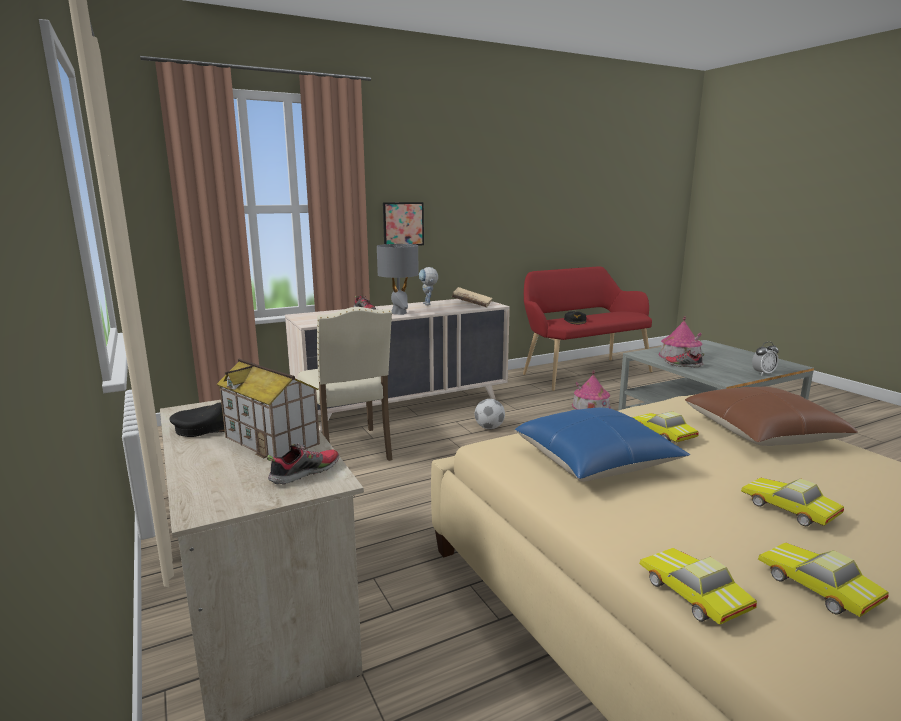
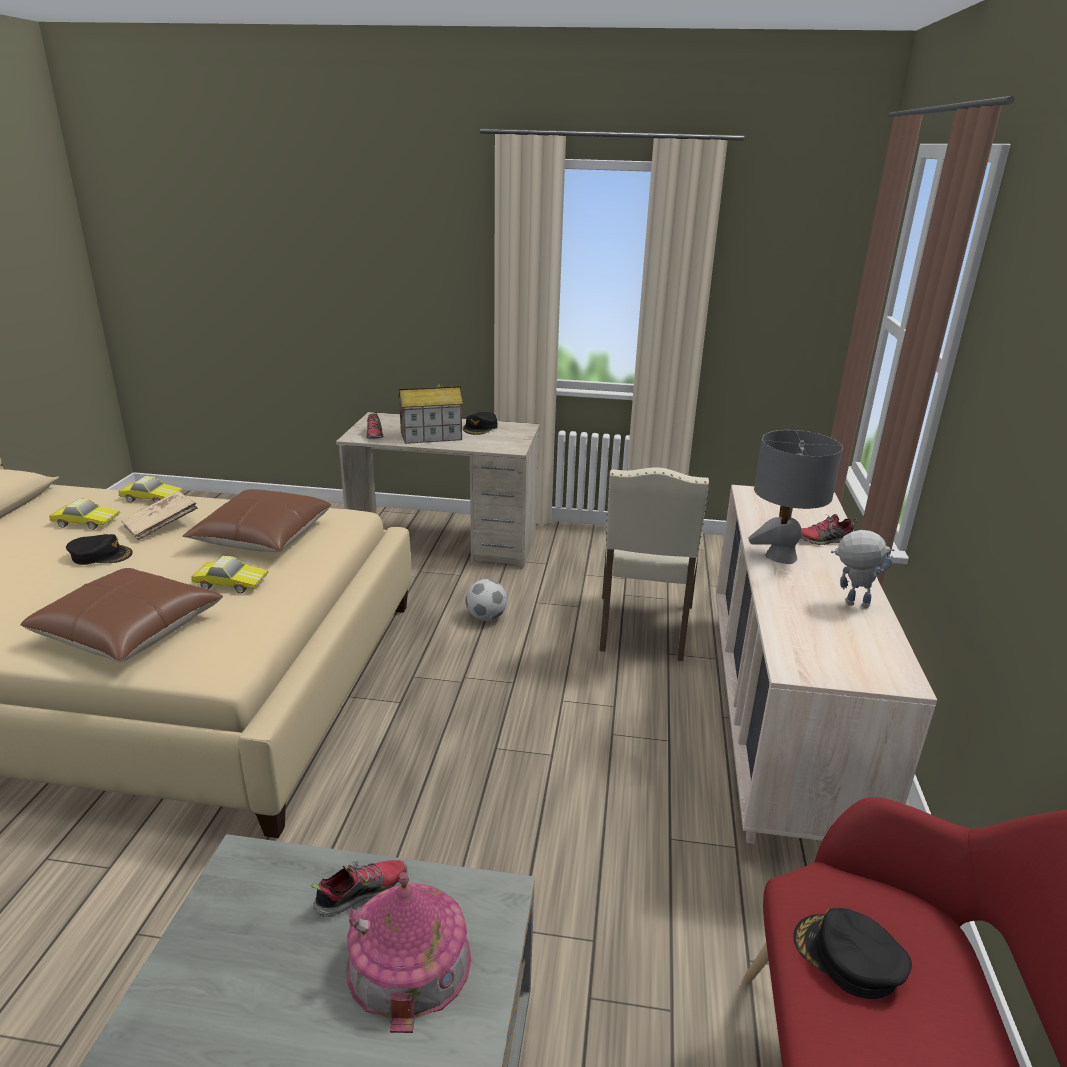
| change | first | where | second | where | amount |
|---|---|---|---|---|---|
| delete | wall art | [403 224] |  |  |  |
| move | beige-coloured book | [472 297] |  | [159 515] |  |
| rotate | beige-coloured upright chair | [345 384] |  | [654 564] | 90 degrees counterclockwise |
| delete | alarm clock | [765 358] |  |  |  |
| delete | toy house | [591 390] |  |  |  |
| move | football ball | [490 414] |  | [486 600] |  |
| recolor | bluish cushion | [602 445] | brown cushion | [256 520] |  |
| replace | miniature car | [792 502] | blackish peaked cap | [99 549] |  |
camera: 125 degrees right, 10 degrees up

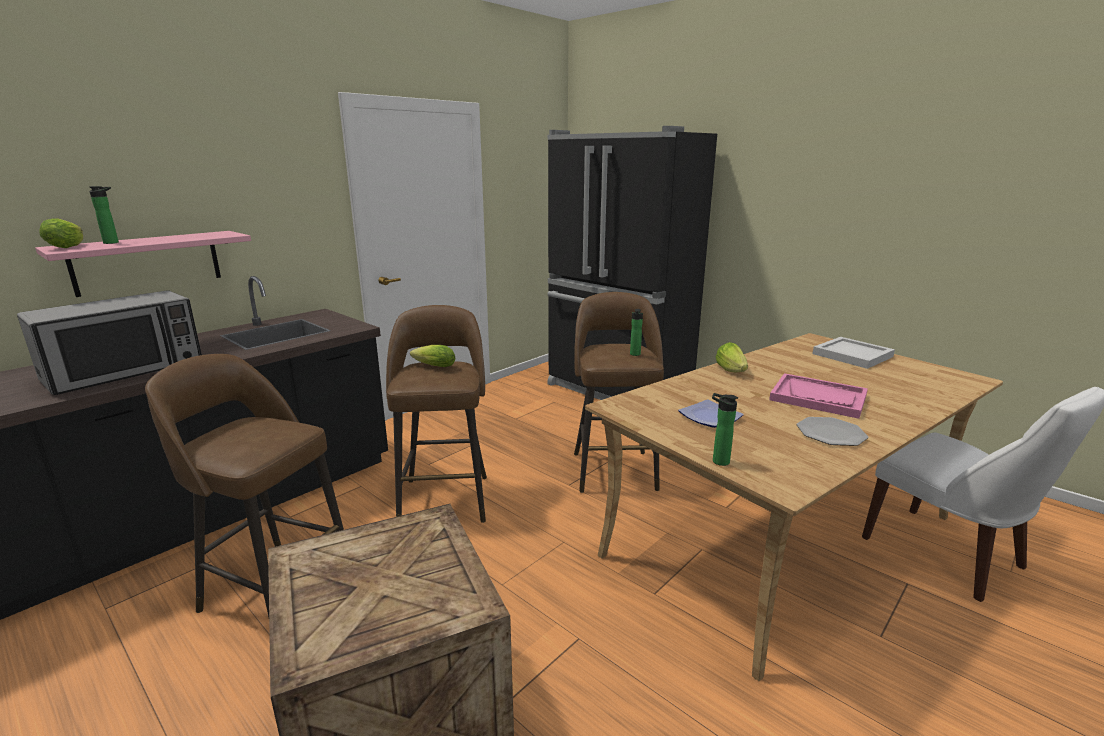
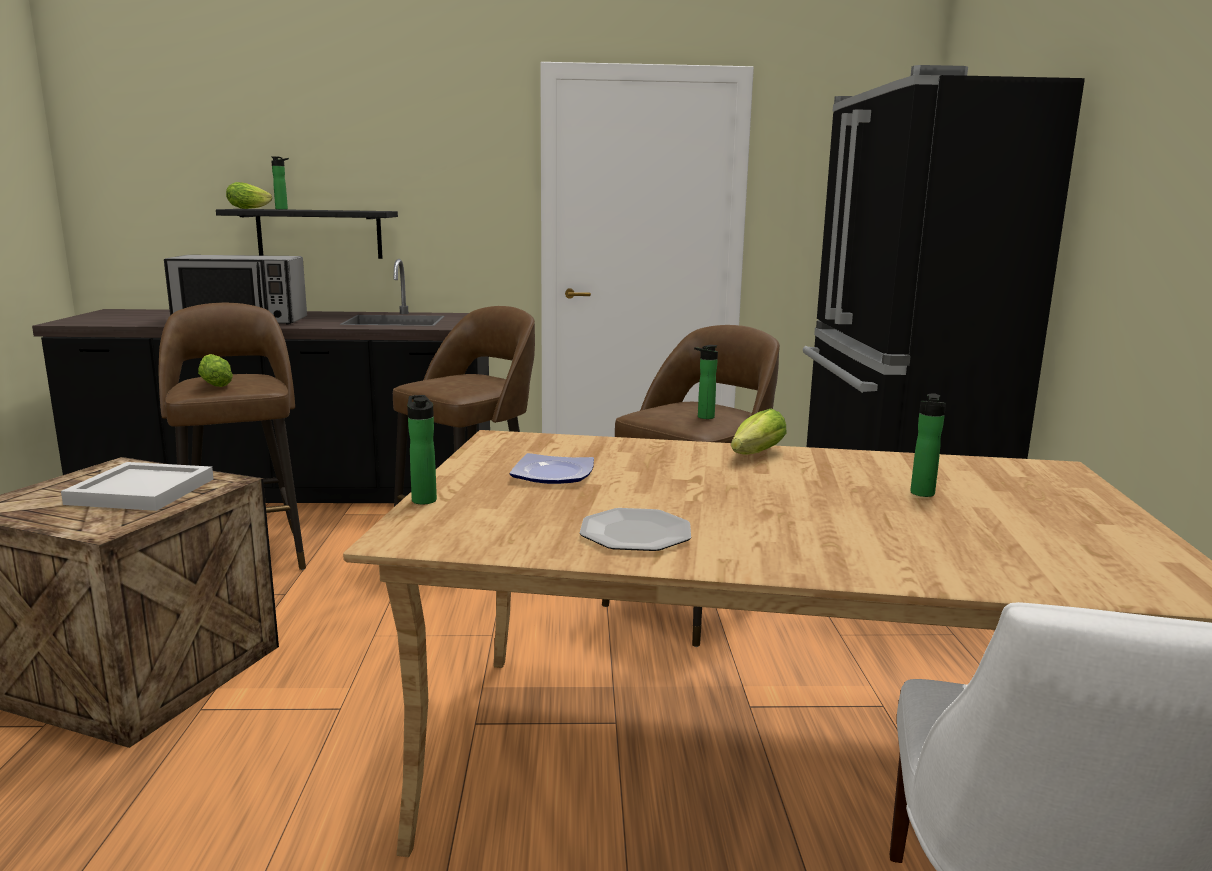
| change | first | where | second | where | amount |
|---|---|---|---|---|---|
| recolor | pinkish bracket shelf | [143 264] | blackish bracket shelf | [307 234] |  |
| move | whitish carrying tray | [854 353] |  | [137 486] |  |
| move | head of lettuce | [432 356] |  | [215 370] |  |
| delete | pinkish carrying tray | [818 396] |  |  |  |
| insert |  |  | drink bottle | [928 445] |  |
camera: 45 degrees right, 5 degrees down

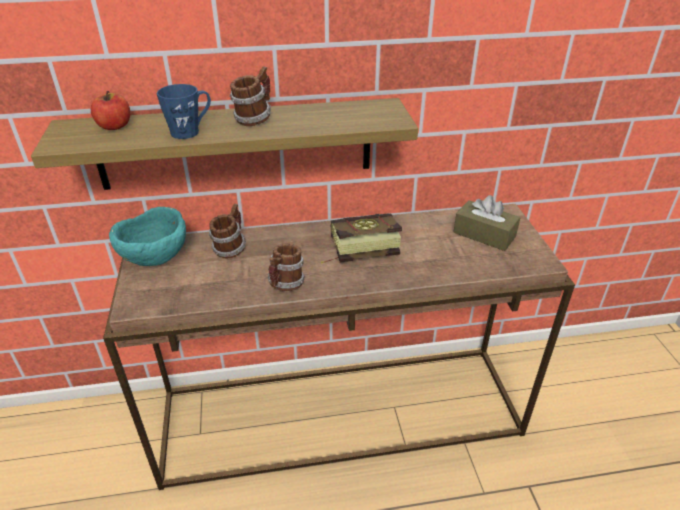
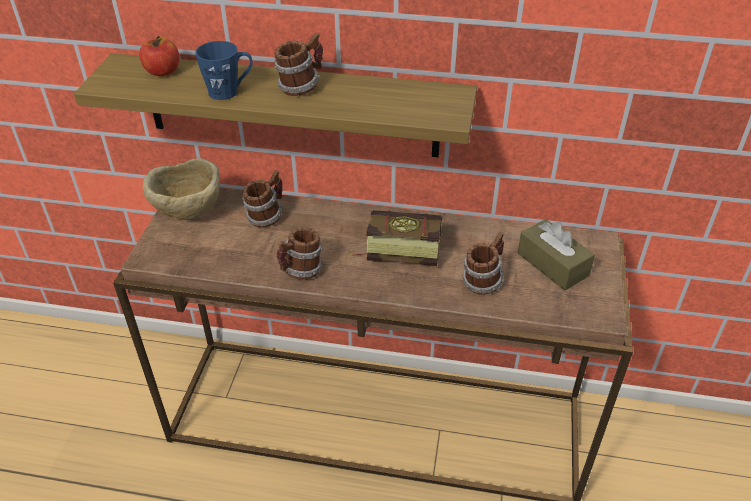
| change | first | where | second | where | amount |
|---|---|---|---|---|---|
| recolor | turquoise-coloured bowl | [147 236] | beige-coloured bowl | [181 189] |  |
| insert |  |  | mug | [483 263] |  |
camera: 20 degrees right, 5 degrees up

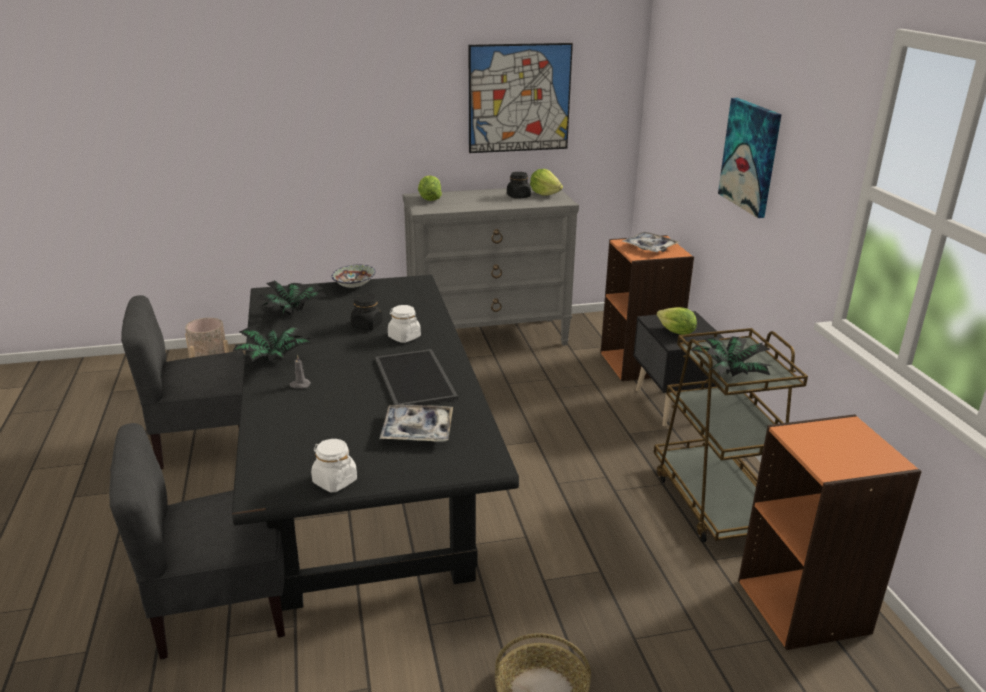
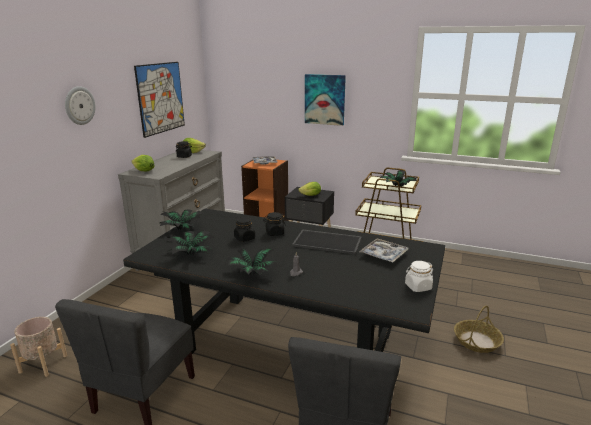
| change | first | where | second | where | amount |
|---|---|---|---|---|---|
| replace | bowl | [353 276] | houseplant | [181 220] |  |
| recolor | whitish preserve jar | [404 324] | blackish preserve jar | [274 224] |  |
| delete | orange shelving unit | [830 532] |  |  |  |
| insert |  |  | clock on the wall | [80 105] |  |
camera: 55 degrees left, 5 degrees down

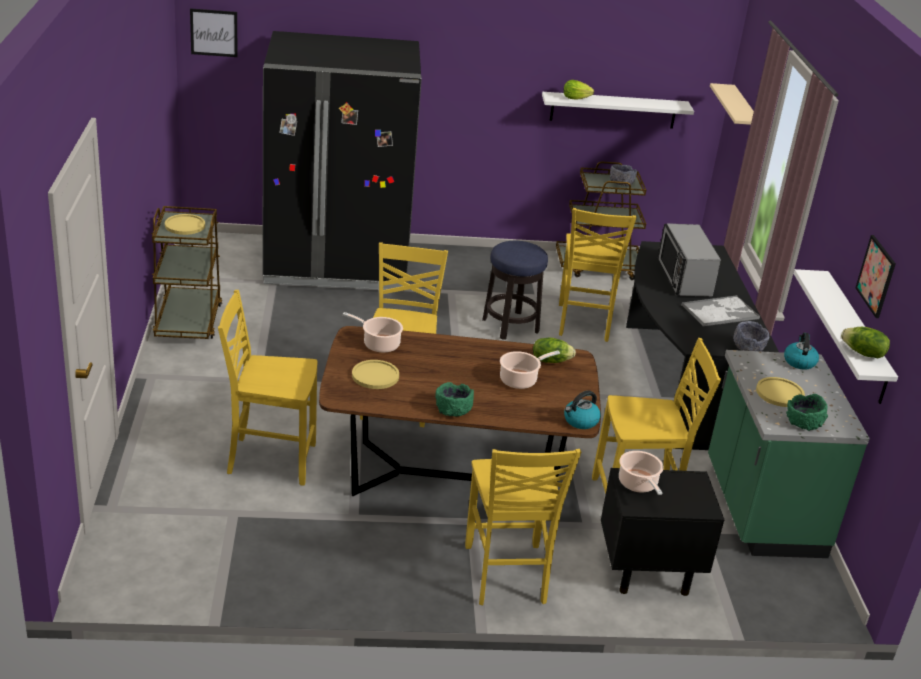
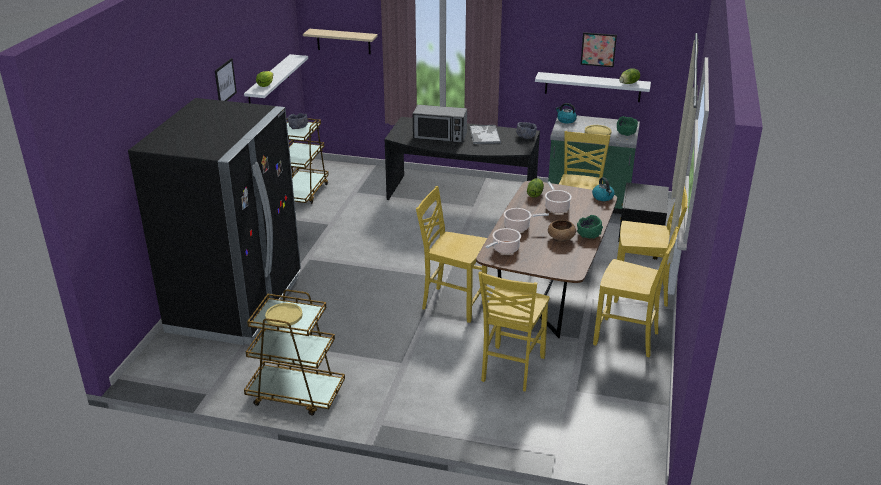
| change | first | where | second | where | amount |
|---|---|---|---|---|---|
| move | wall art | [214 32] |  | [226 79] |  |
| move | yellowish upright chair | [597 275] |  | [636 291] |  |
| delete | stool | [515 290] |  |  |  |
| delete | yellowish plate | [375 374] |  |  |  |
| move | stockpot | [641 473] |  | [526 220] |  |
| insert |  |  | brown bowl | [562 231] |  |
camera: 70 degrees left, 0 degrees up

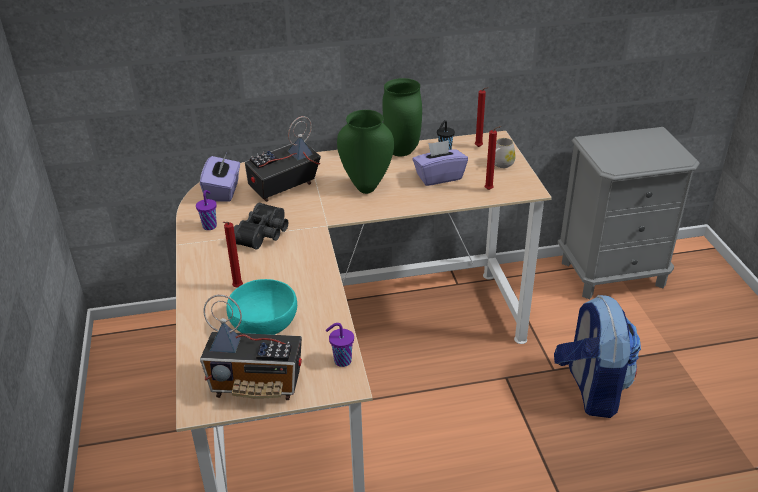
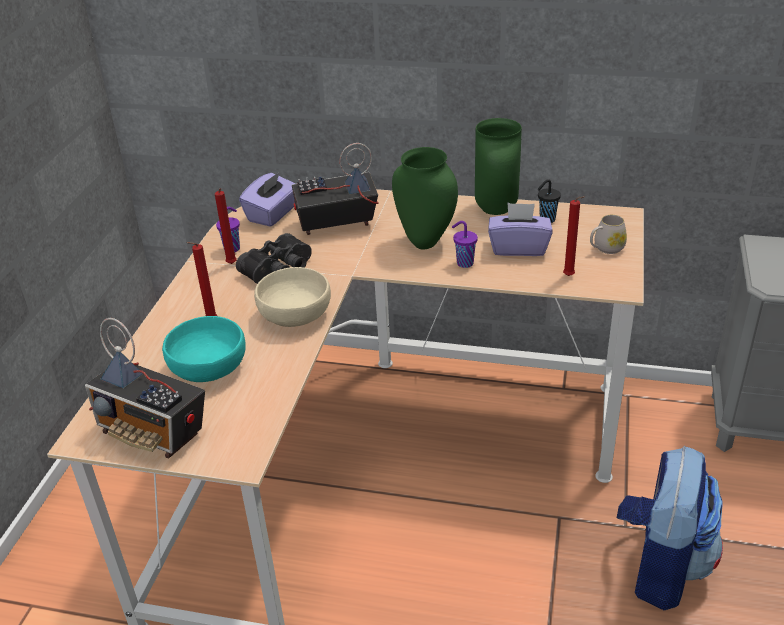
| change | first | where | second | where | amount |
|---|---|---|---|---|---|
| move | red-coloured wax light | [481 117] |  | [226 226] |  |
| move | purple drinking cup | [340 345] |  | [465 244] |  |
| insert |  |  | beige-coloured bowl | [292 297] |  |
camera: 25 degrees right, 0 degrees up

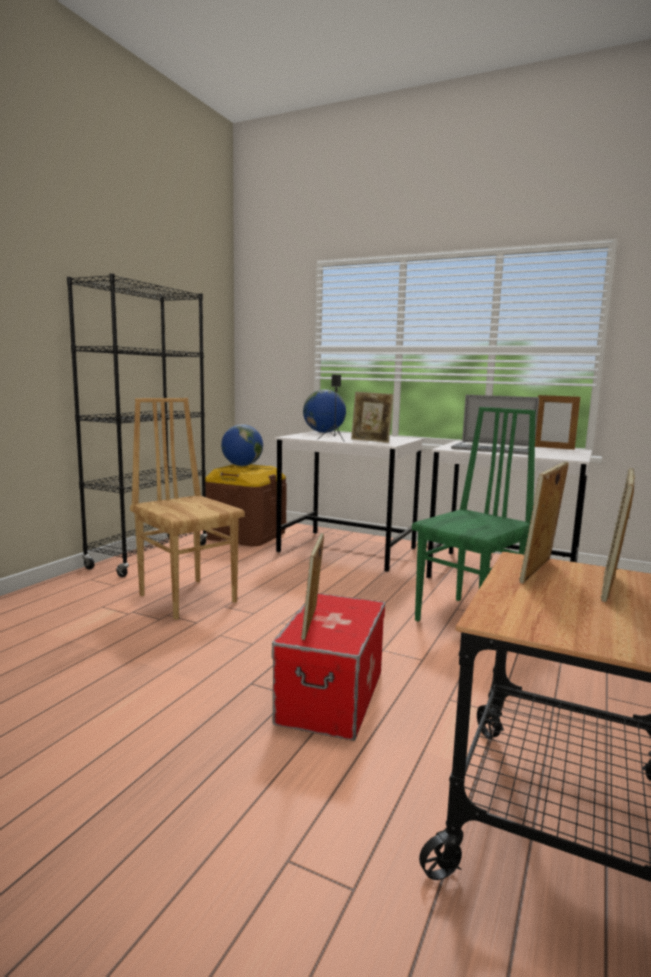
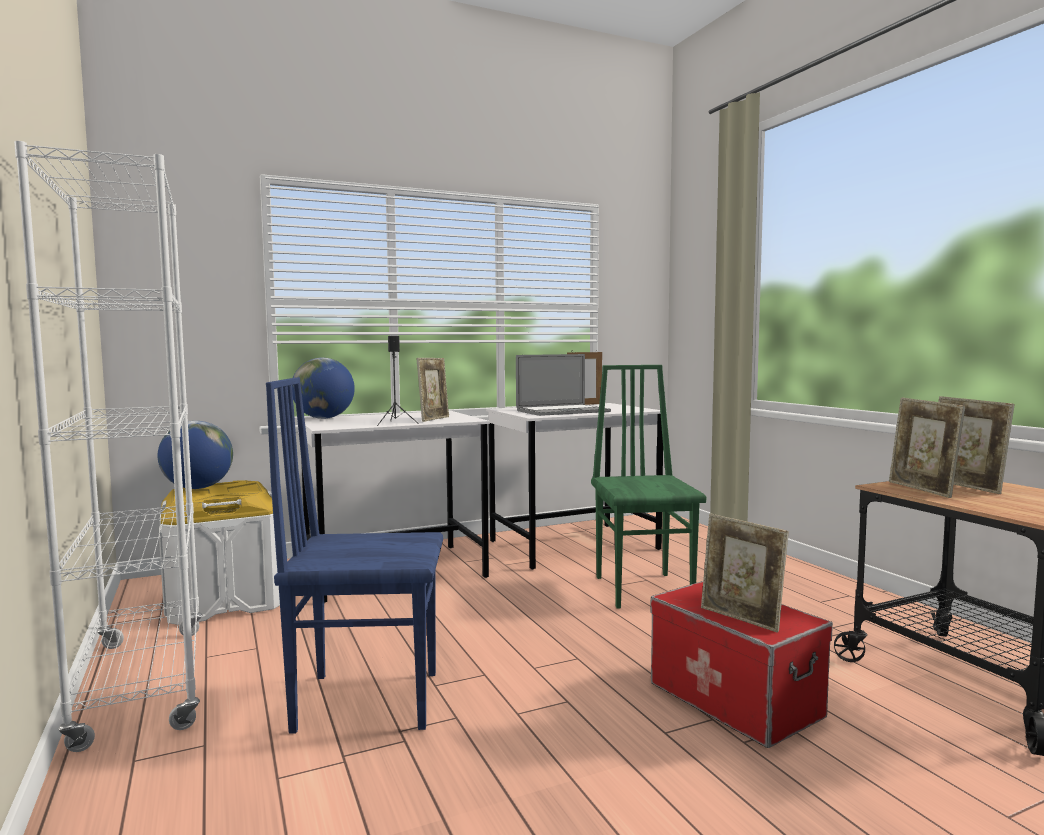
| change | first | where | second | where | amount |
|---|---|---|---|---|---|
| recolor | blackish shelving unit | [137 425] | whitish shelving unit | [108 446] |  |
| rotate | photo frame | [372 417] |  | [433 390] | 45 degrees counterclockwise |
| recolor | brown upright chair | [187 509] | bluish upright chair | [354 555] |  |
| recolor | brown storage bin | [246 505] | whitish storage bin | [219 552] |  |
camera: 50 degrees left, 5 degrees down

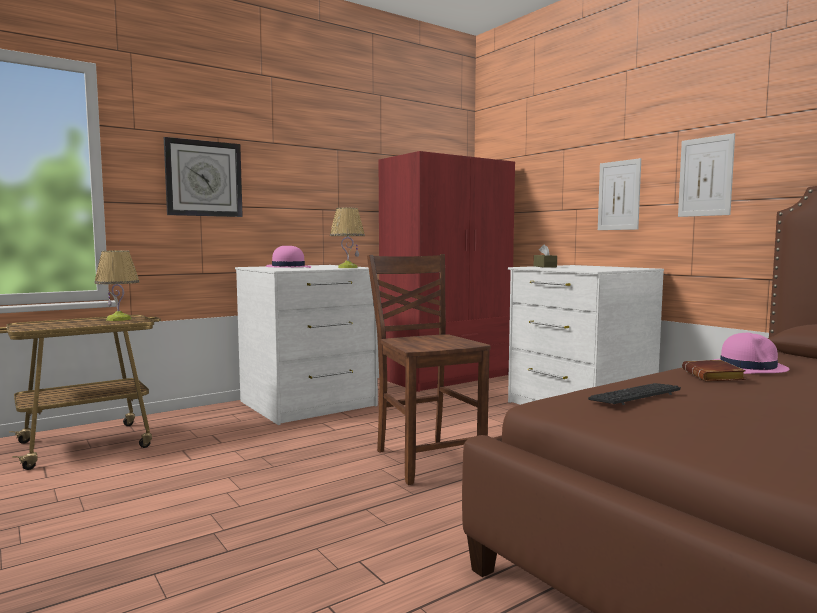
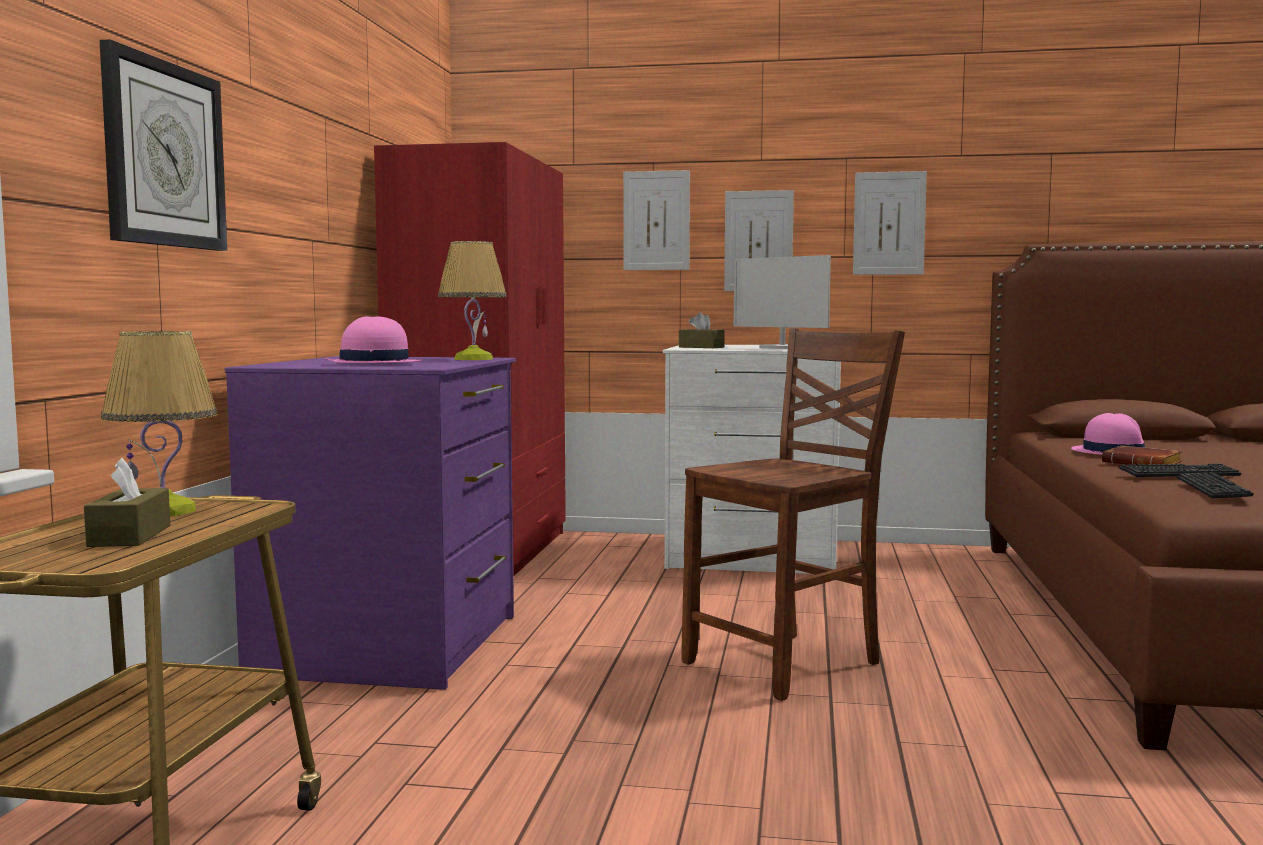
| change | first | where | second | where | amount |
|---|---|---|---|---|---|
| rotate | brown upright chair | [429 369] |  | [793 514] | 120 degrees clockwise |
| recolor | whitish drawer chest | [306 345] | purple drawer chest | [370 523] |  |
| insert |  |  | wall art | [656 220] |  |
| insert |  |  | computer display | [782 302] |  |
| insert |  |  | brown tissue box | [127 502] |  |
| insert |  |  | PC keyboard | [1180 470] |  |
camera: 45 degrees left, 0 degrees up

